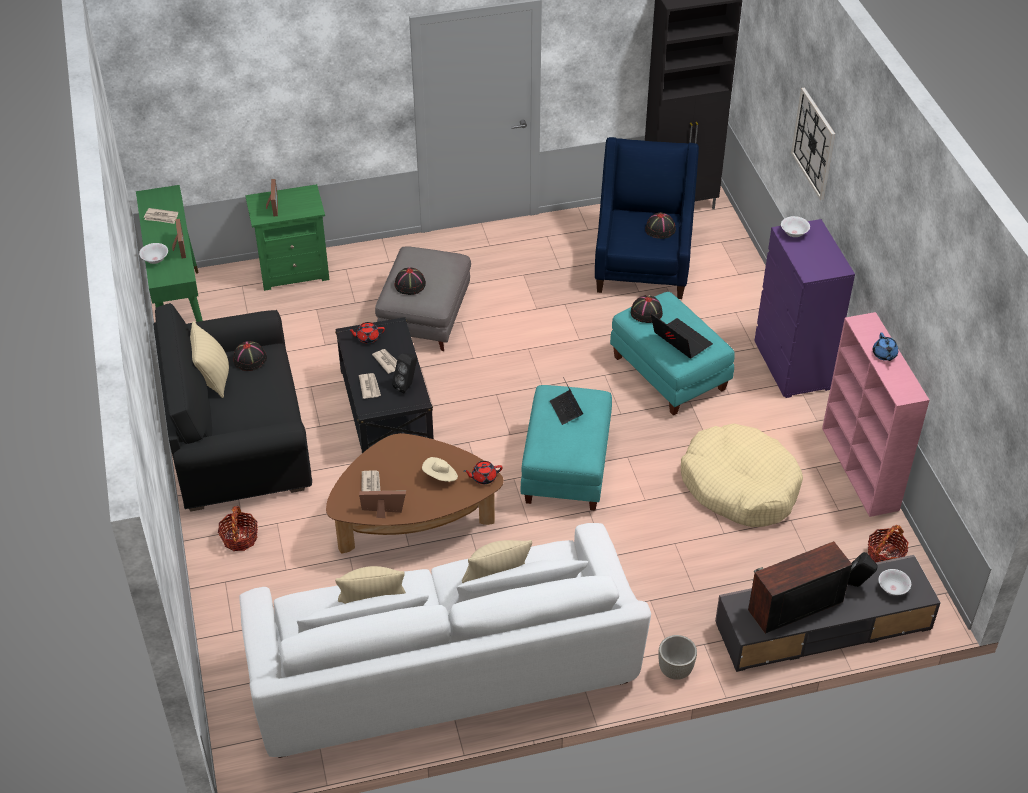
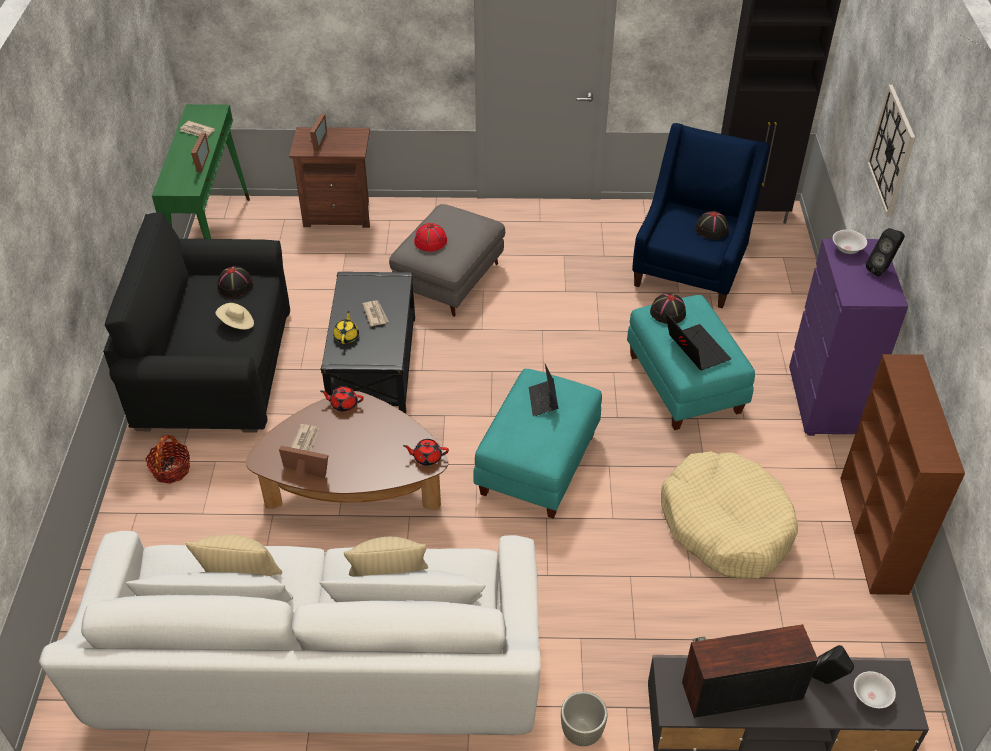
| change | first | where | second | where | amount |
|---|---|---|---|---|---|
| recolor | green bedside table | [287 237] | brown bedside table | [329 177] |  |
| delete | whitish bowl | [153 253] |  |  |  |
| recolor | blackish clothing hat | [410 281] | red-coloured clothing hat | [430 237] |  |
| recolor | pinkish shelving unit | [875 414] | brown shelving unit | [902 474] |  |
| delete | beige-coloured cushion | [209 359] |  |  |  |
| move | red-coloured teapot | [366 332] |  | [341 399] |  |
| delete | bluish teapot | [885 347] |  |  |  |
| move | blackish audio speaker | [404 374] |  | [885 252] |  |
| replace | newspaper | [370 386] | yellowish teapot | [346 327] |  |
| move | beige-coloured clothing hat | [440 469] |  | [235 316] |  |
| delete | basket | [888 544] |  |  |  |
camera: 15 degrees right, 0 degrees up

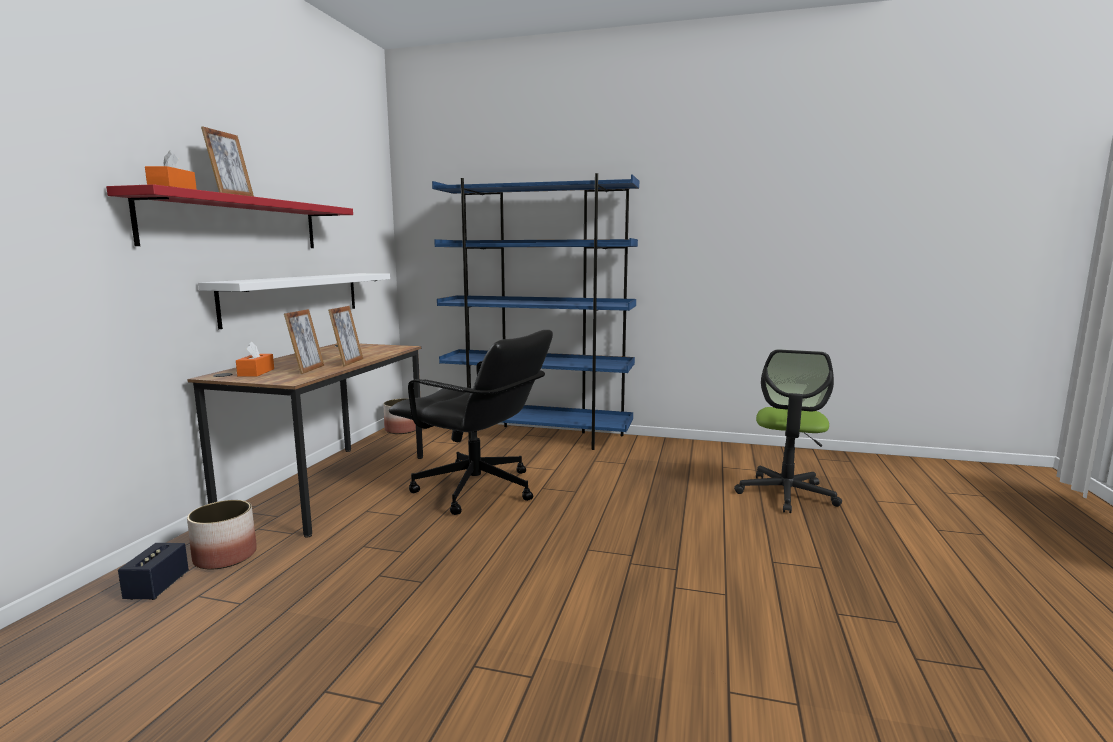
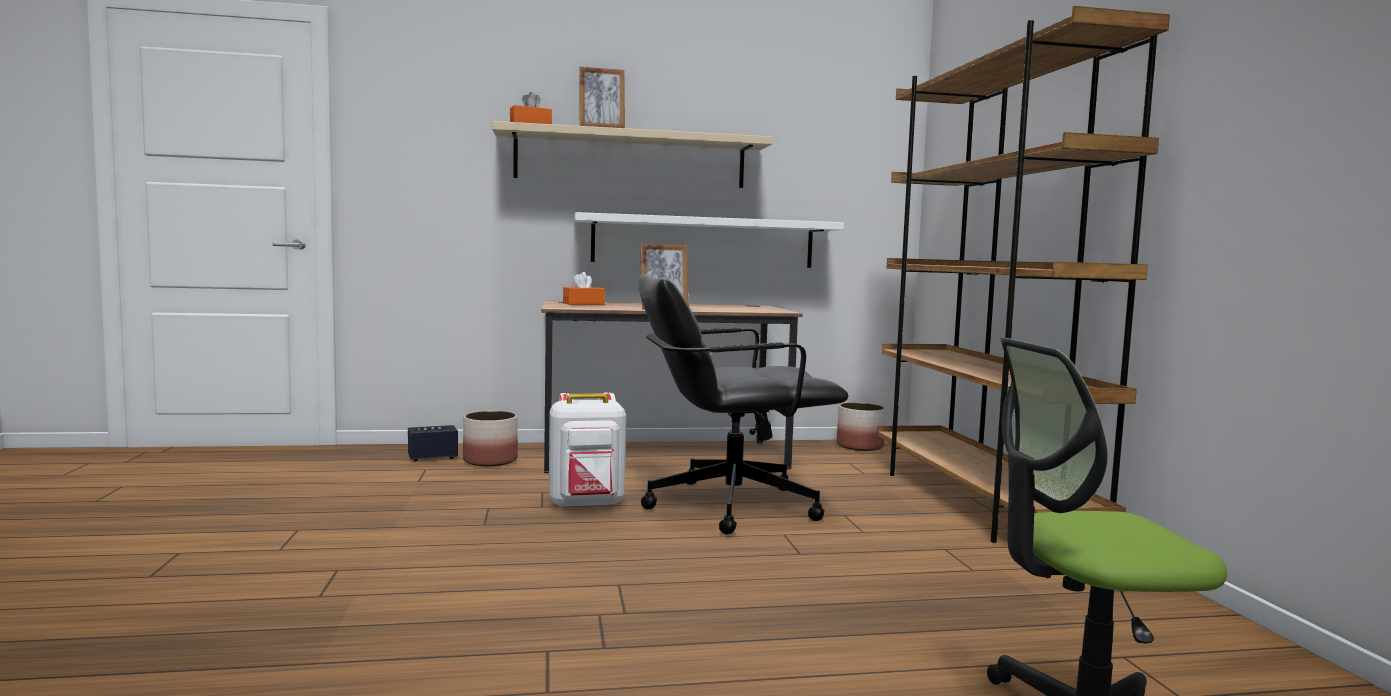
| change | first | where | second | where | amount |
|---|---|---|---|---|---|
| recolor | bluish shelving unit | [535 311] | brown shelving unit | [1023 274] |  |
| recolor | red-coloured bracket shelf | [229 216] | beige-coloured bracket shelf | [632 154] |  |
| delete | photo frame | [304 341] |  |  |  |
| rotate | blackish desk chair | [471 422] |  | [743 404] | 75 degrees clockwise |
| insert |  |  | whitish backpack | [587 450] |  |
camera: 65 degrees right, 5 degrees down

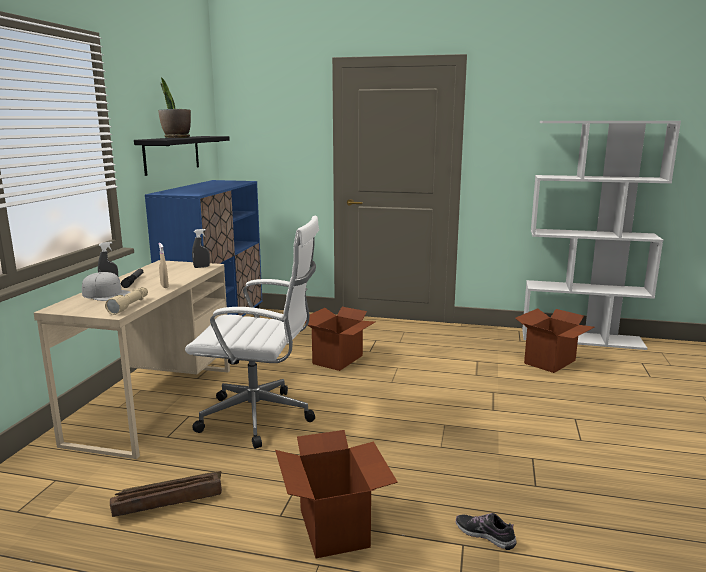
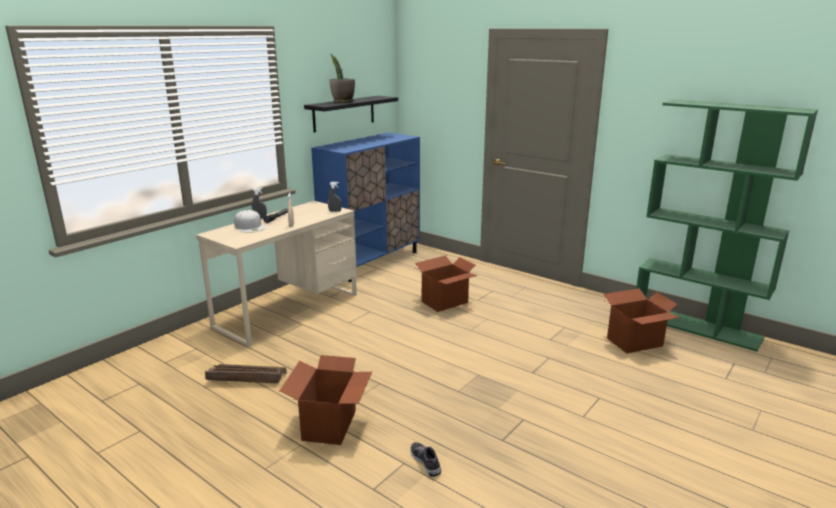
| change | first | where | second | where | amount |
|---|---|---|---|---|---|
| recolor | whitish shelving unit | [601 235] | green shelving unit | [727 226] |  |
| delete | whitish desk chair | [252 332] |  |  |  |
| delete | beige-coloured hand torch | [126 301] |  |  |  |
camera: 25 degrees right, 5 degrees up

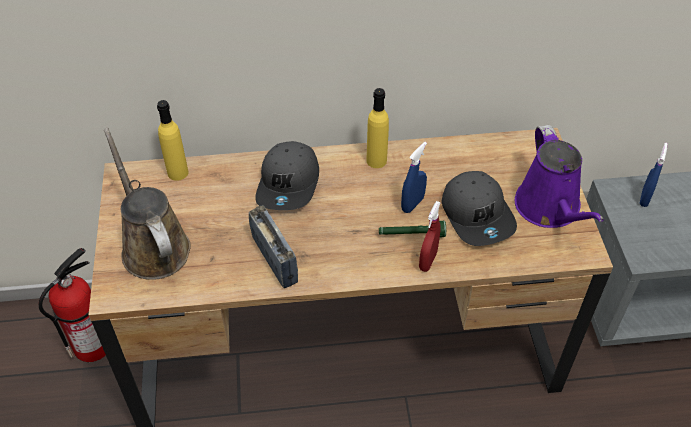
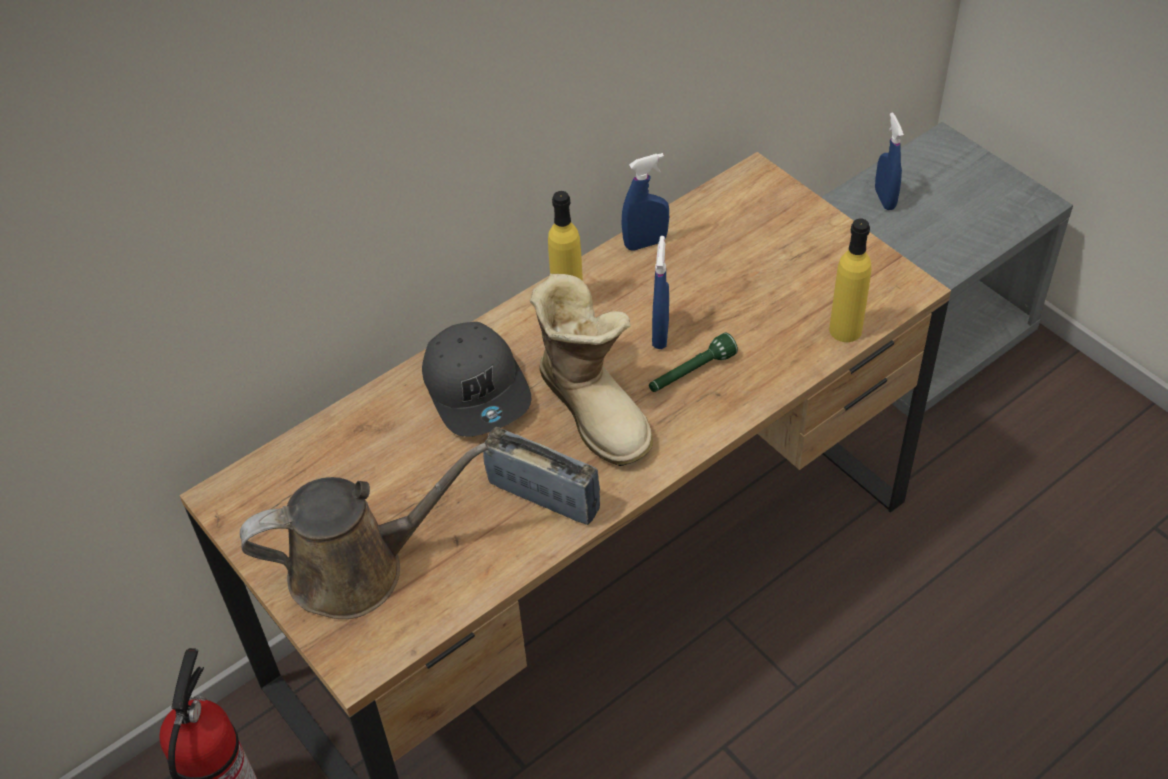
| change | first | where | second | where | amount |
|---|---|---|---|---|---|
| move | yellowish drink bottle | [173 140] |  | [850 280] |  |
| delete | purple watering can | [559 176] |  |  |  |
| rotate | brown watering can | [147 204] |  | [364 531] | 135 degrees clockwise |
| delete | gray peaked cap | [479 208] |  |  |  |
| delete | red-coloured spray bottle | [430 236] |  |  |  |
| insert |  |  | bluish spray bottle | [645 202] |  |
| insert |  |  | high-top boot | [591 370] |  |
camera: 30 degrees left, 0 degrees up

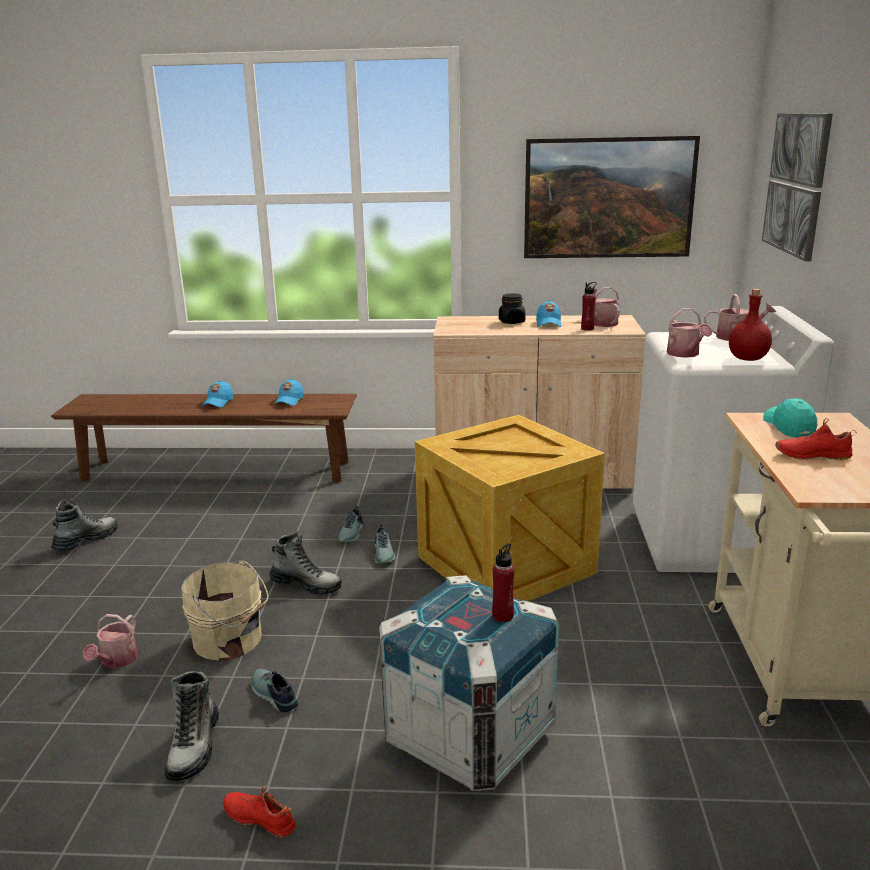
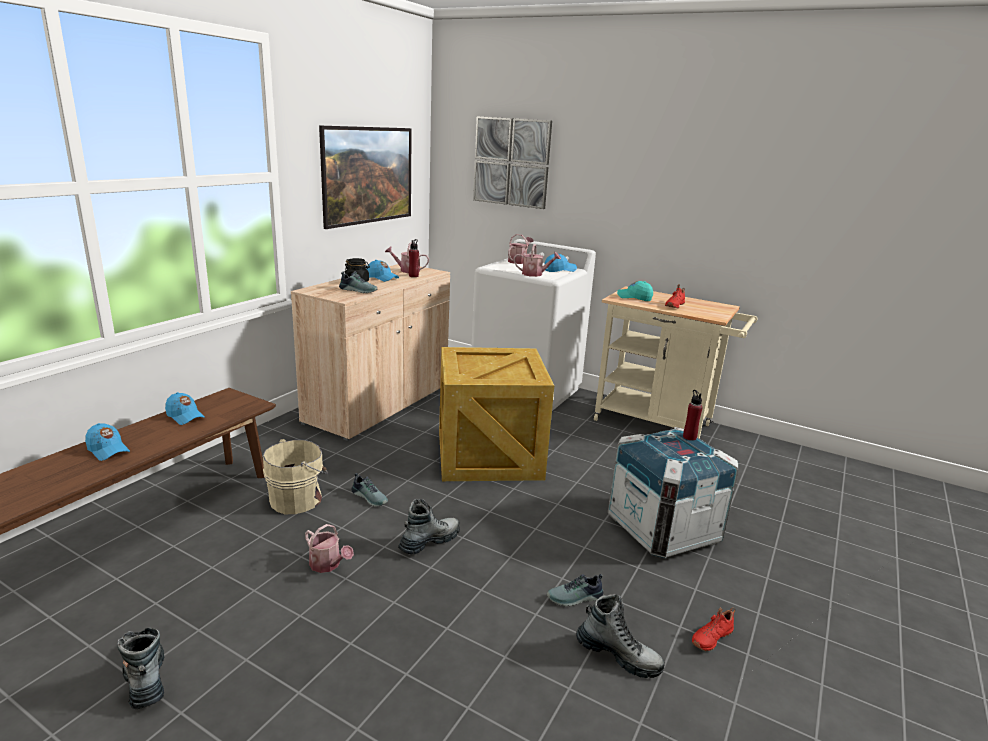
| change | first | where | second | where | amount |
|---|---|---|---|---|---|
| replace | red-coloured drink bottle | [750 325] | bluish peaked cap | [560 262] |  |
| move | item of footwear | [384 544] |  | [358 282] |  |
| move | beige-coloured water bucket | [224 610] |  | [295 476] |  |
| move | watering can | [110 641] |  | [329 548] |  |
camera: 65 degrees left, 0 degrees up

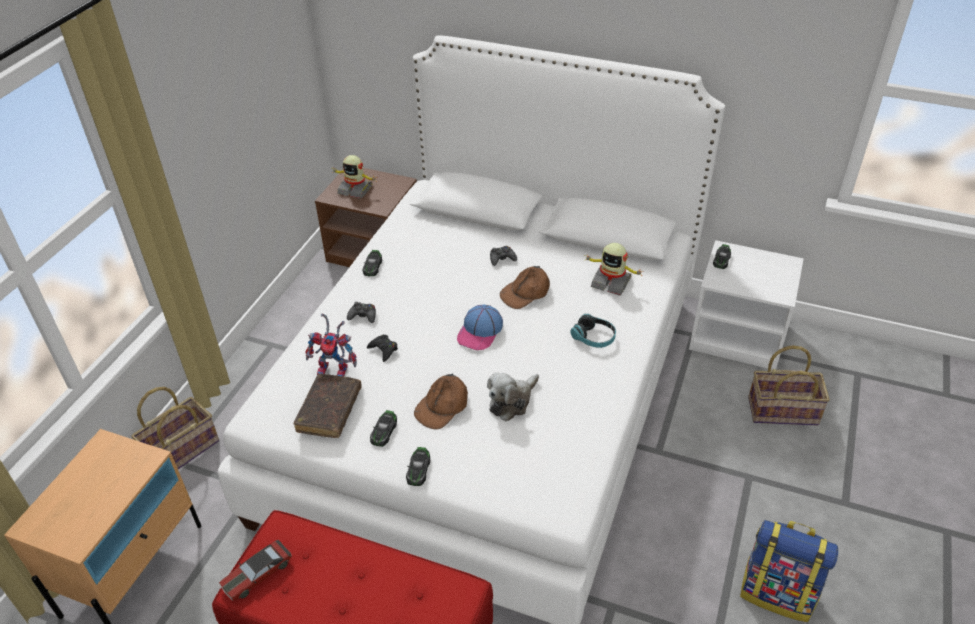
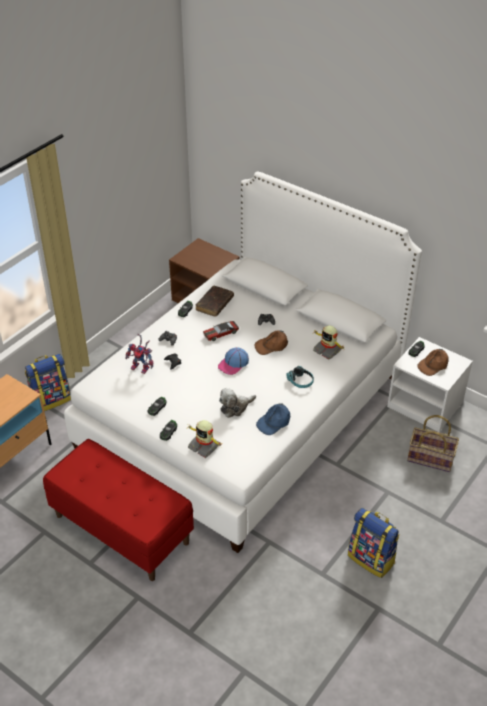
| change | first | where | second | where | amount |
|---|---|---|---|---|---|
| move | model robot | [353 177] |  | [204 439] |  |
| move | brown peaked cap | [441 401] |  | [433 362] |  |
| move | brown book | [327 406] |  | [214 301] |  |
| replace | basket | [175 428] | backpack | [48 382] |  |
| move | miniature car | [255 570] |  | [221 331] |  |
| insert |  |  | bluish peaked cap | [273 419] |  |
camera: 15 degrees right, 0 degrees up

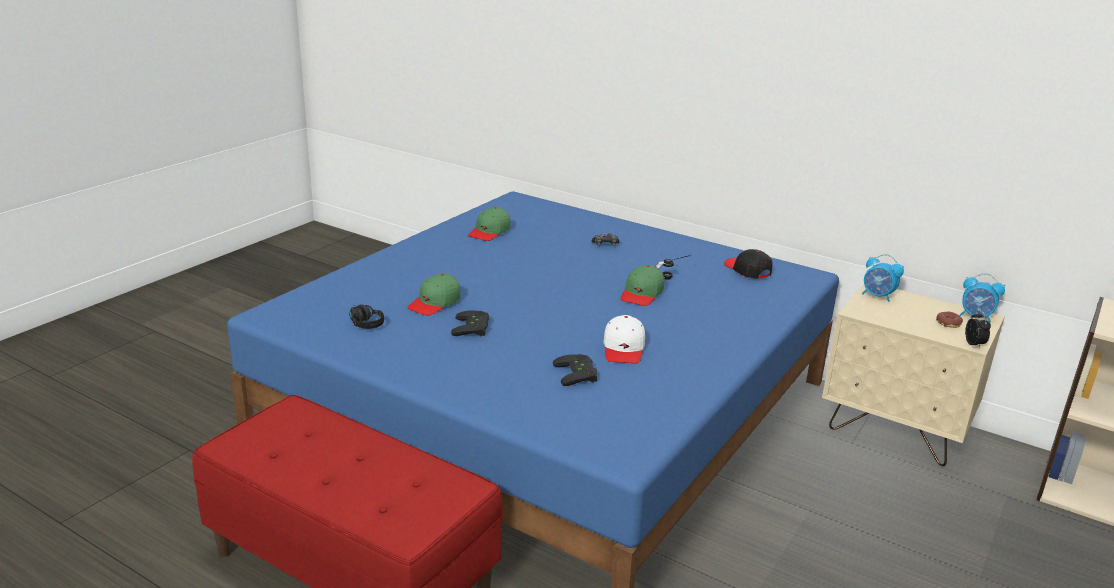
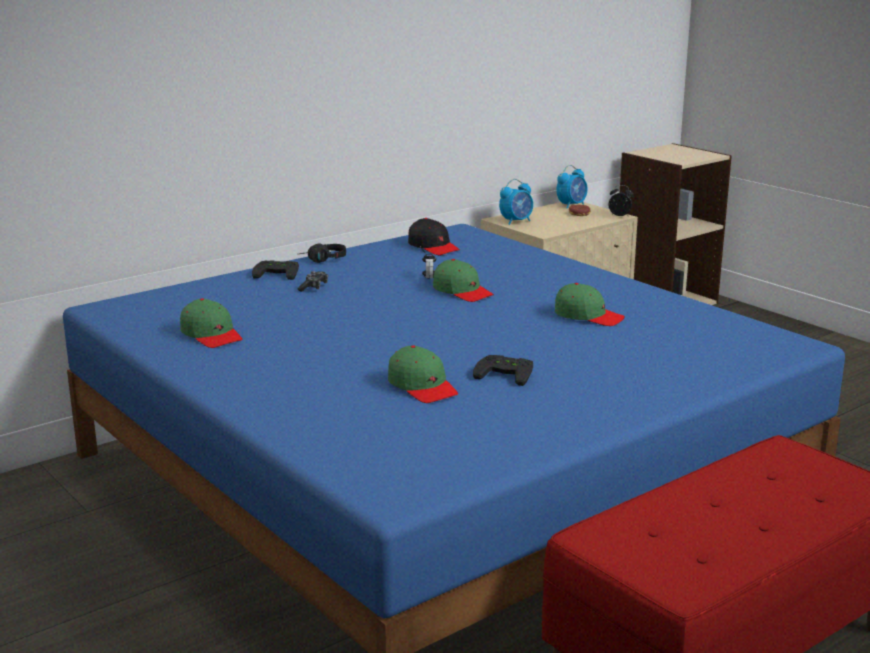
| change | first | where | second | where | amount |
|---|---|---|---|---|---|
| rotate | blackish peaked cap | [748 264] |  | [434 236] | 120 degrees counterclockwise |
| move | blackish pair of headphones | [366 317] |  | [322 253] |  |
| recolor | whitish peaked cap | [624 339] | green peaked cap | [590 304] |  |
| move | blackish game controller | [575 370] |  | [275 270] |  |
camera: 70 degrees left, 5 degrees down

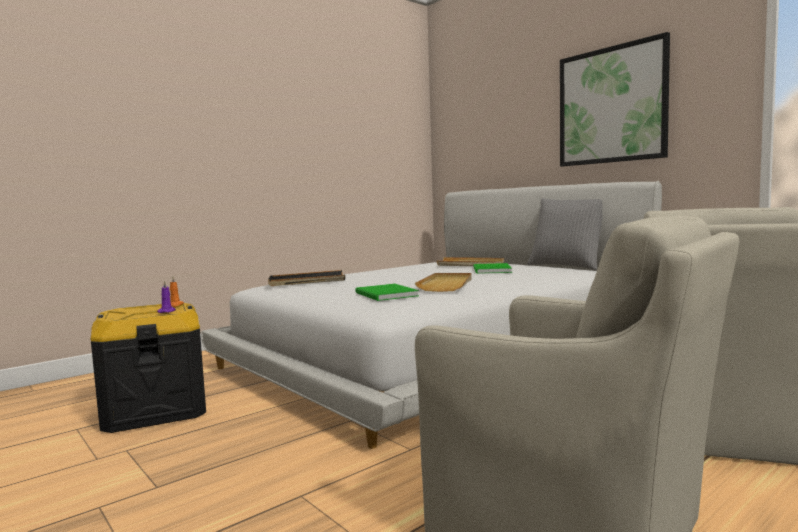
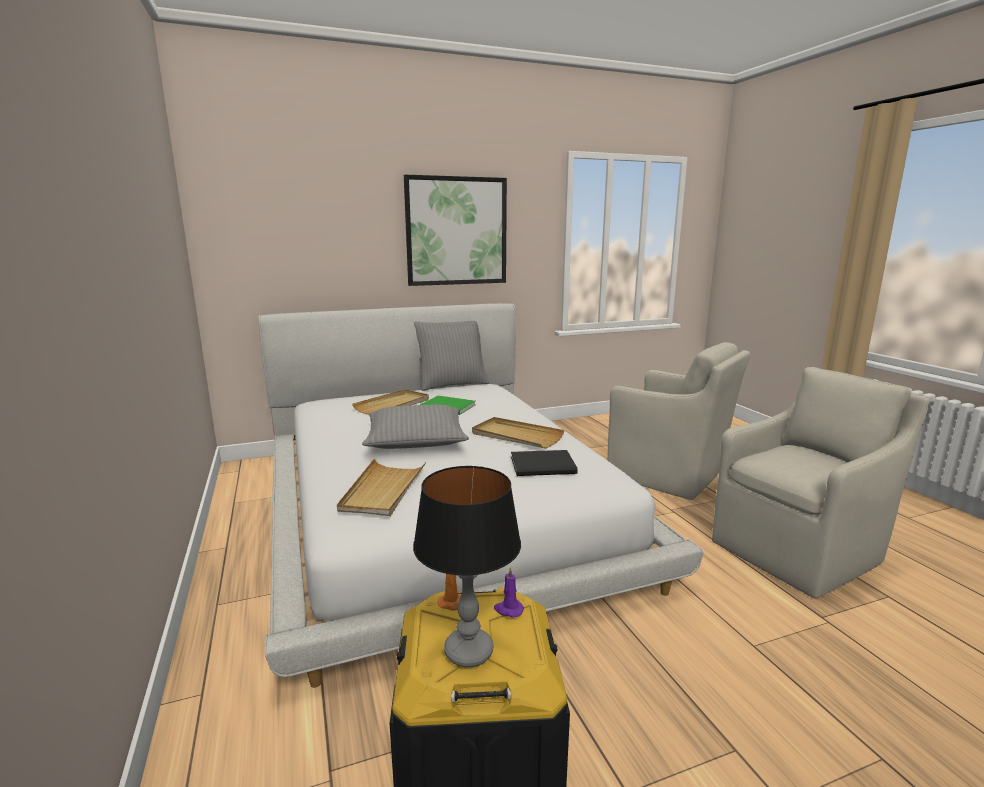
| change | first | where | second | where | amount |
|---|---|---|---|---|---|
| recolor | blackish carrying tray | [306 278] | beige-coloured carrying tray | [381 487] |  |
| recolor | green book | [387 292] | blackish book | [544 463] |  |
| insert |  |  | gray cushion | [415 427] |  |
| insert |  |  | tabletop lamp | [467 566] |  |
camera: 70 degrees left, 10 degrees up

